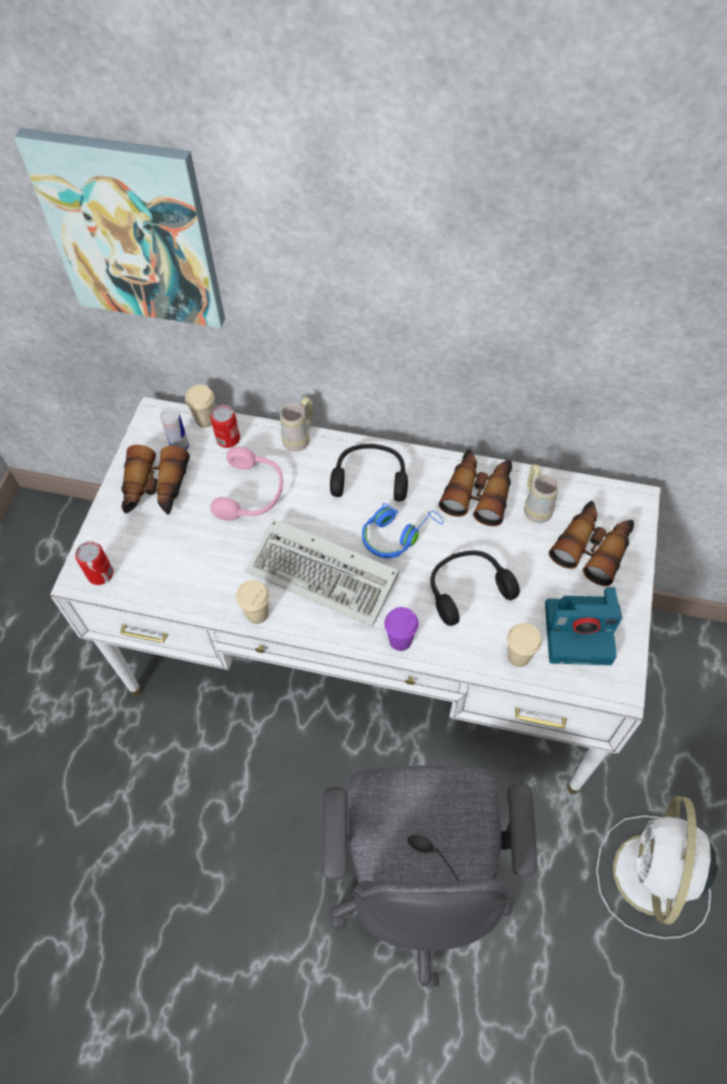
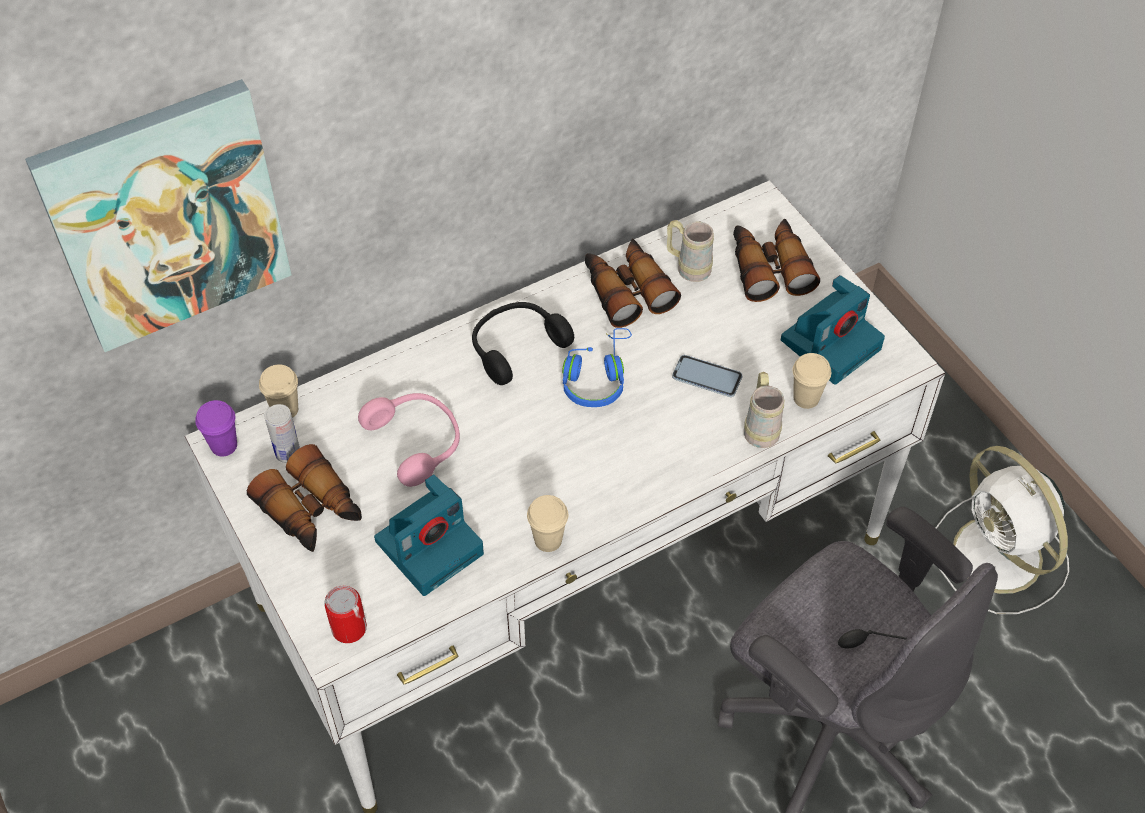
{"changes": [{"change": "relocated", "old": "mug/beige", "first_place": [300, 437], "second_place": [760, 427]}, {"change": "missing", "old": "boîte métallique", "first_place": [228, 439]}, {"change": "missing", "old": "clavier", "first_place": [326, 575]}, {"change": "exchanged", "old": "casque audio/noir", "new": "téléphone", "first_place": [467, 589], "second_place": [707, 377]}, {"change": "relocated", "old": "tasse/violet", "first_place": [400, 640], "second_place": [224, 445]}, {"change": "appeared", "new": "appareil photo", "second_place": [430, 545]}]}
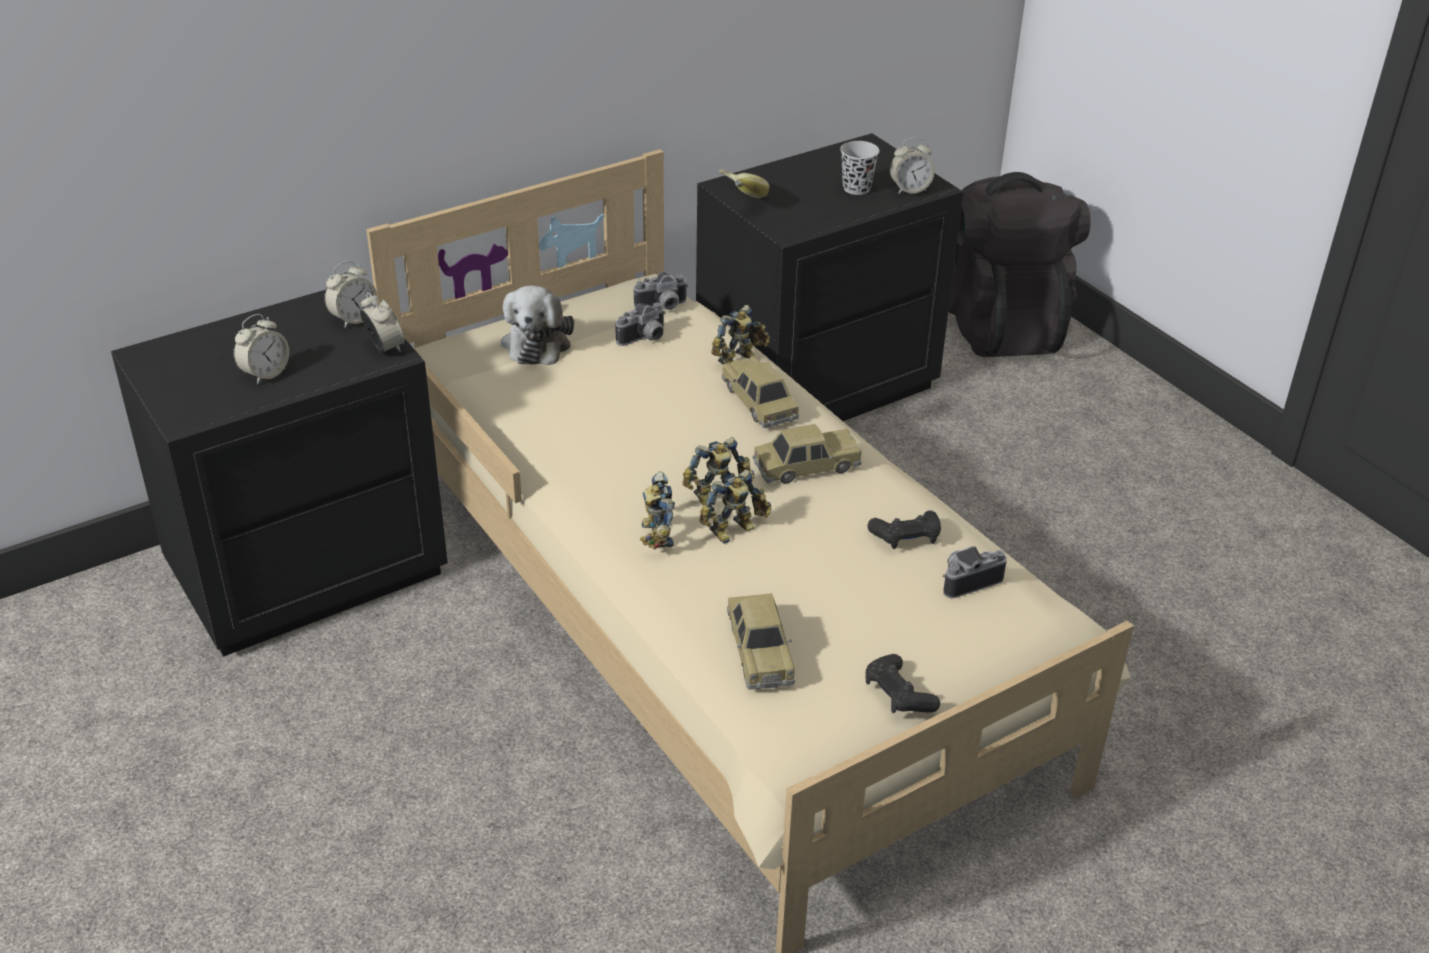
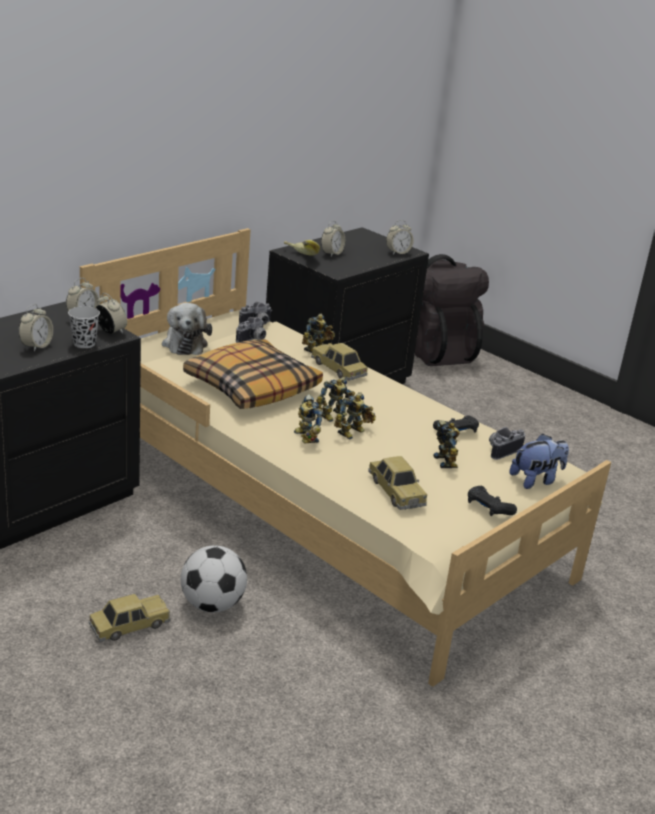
{"changes": [{"change": "relocated", "old": "tasse/noir", "first_place": [856, 188], "second_place": [84, 343]}, {"change": "relocated", "old": "petite voiture", "first_place": [806, 467], "second_place": [129, 626]}, {"change": "appeared", "new": "réveil", "second_place": [331, 254]}, {"change": "appeared", "new": "coussin", "second_place": [251, 387]}, {"change": "appeared", "new": "robot jouet", "second_place": [447, 461]}, {"change": "appeared", "new": "peluche", "second_place": [536, 480]}, {"change": "appeared", "new": "ballon de foot", "second_place": [212, 604]}]}
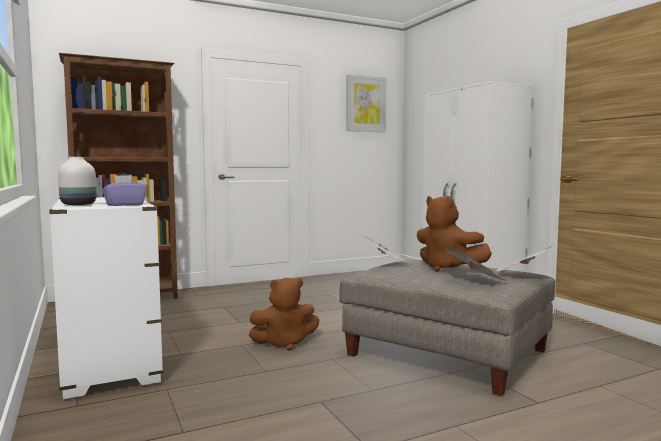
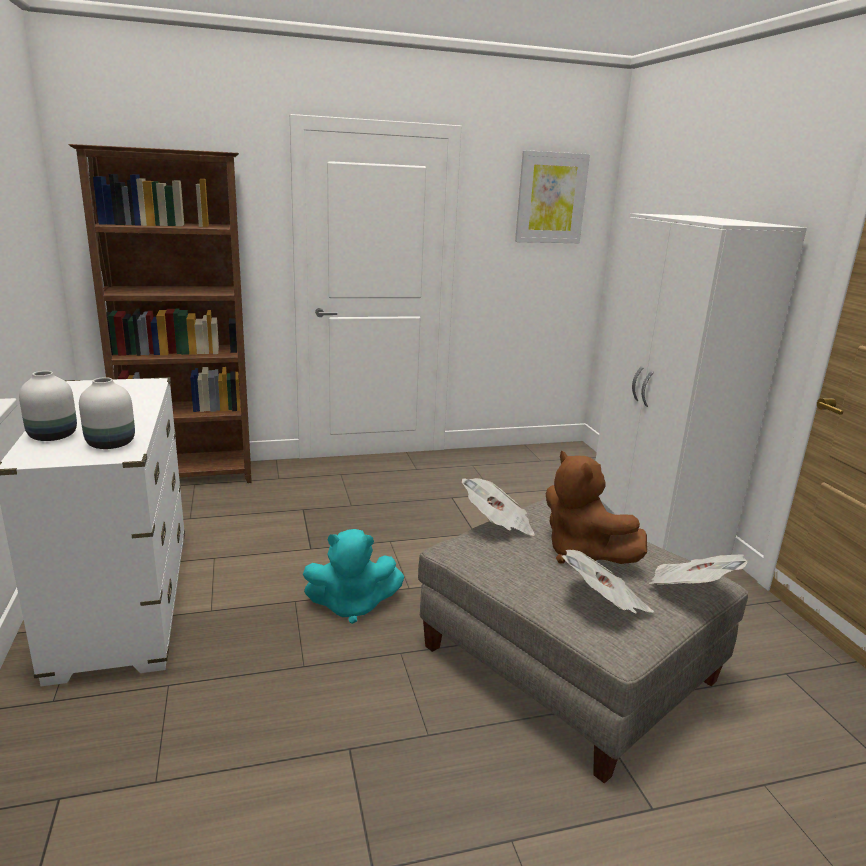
{"changes": [{"change": "exchanged", "old": "boîte à mouchoirs/violet", "new": "vase/blanc", "first_place": [125, 205], "second_place": [110, 444]}, {"change": "colour", "old": "peluche/marron", "new": "peluche/turquoise", "first_place": [284, 343], "second_place": [352, 606]}]}
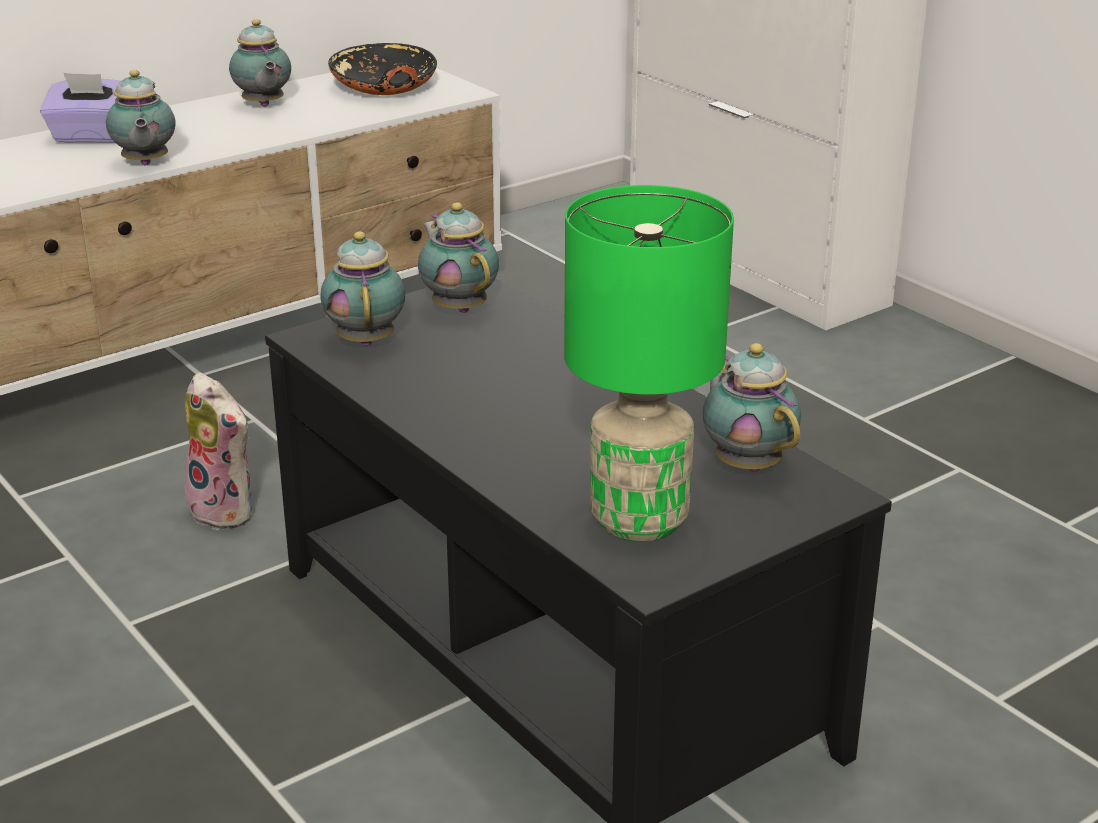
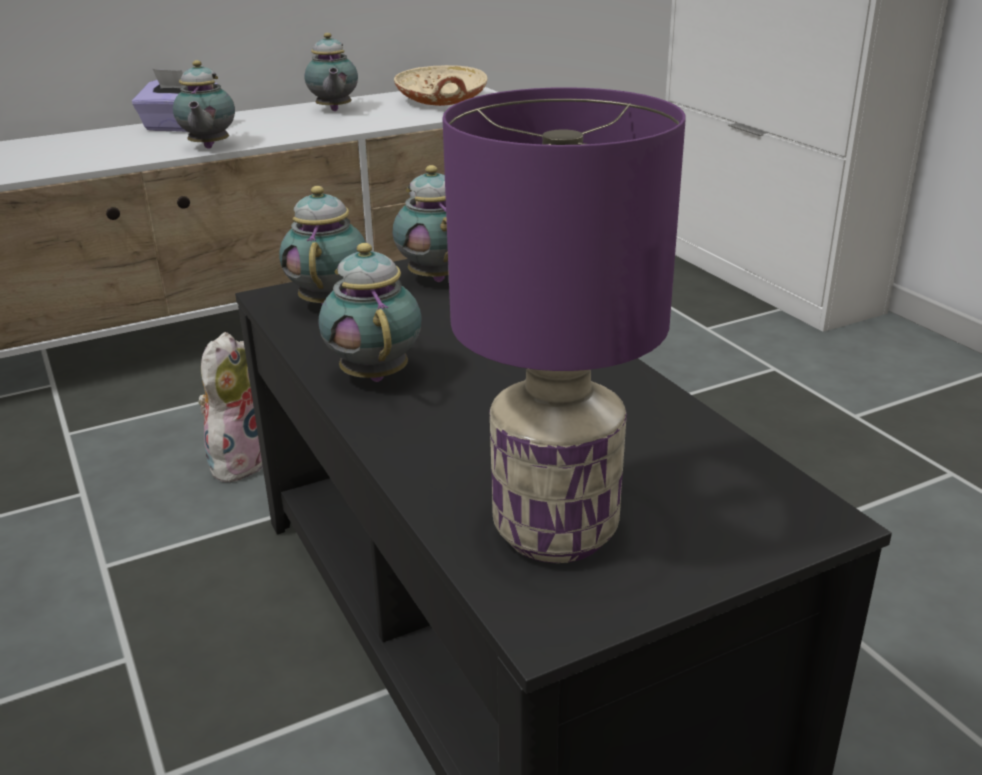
{"changes": [{"change": "colour", "old": "bol/noir", "new": "bol/beige", "first_place": [384, 88], "second_place": [441, 101]}, {"change": "colour", "old": "lampe de table/vert", "new": "lampe de table/violet", "first_place": [637, 520], "second_place": [552, 531]}, {"change": "relocated", "old": "théière", "first_place": [746, 463], "second_place": [374, 373]}, {"change": "spun", "old": "peluche", "first_place": [227, 511], "second_place": [238, 461], "degrees": -120}]}
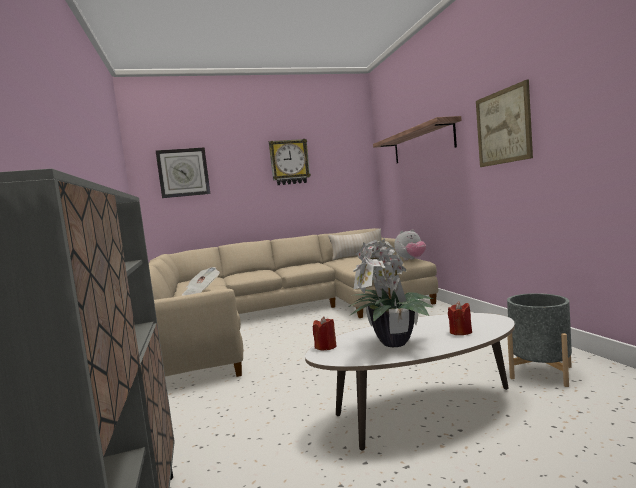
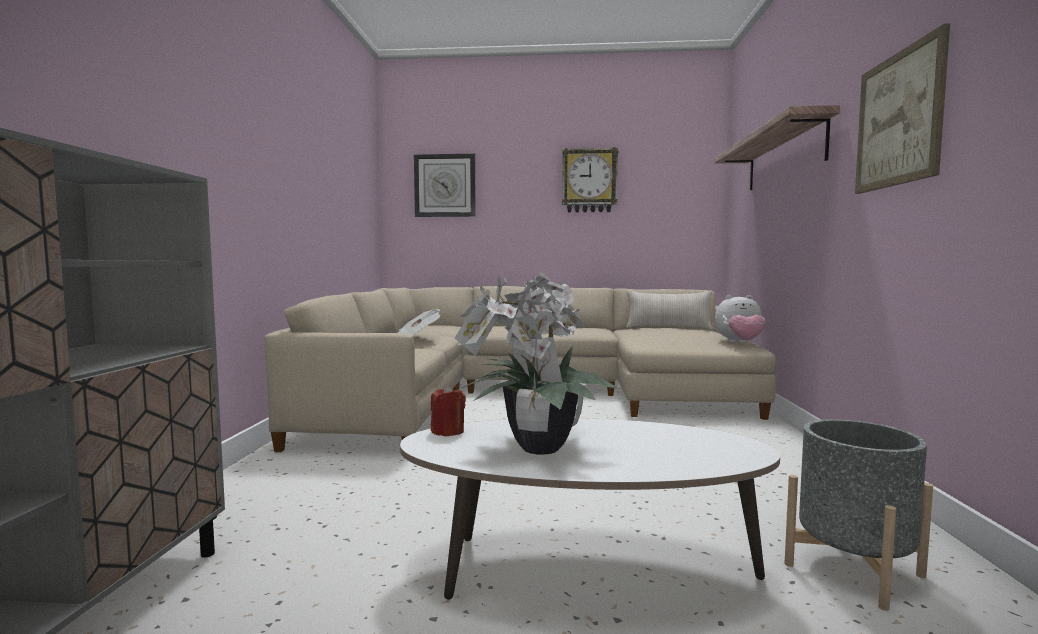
{"changes": [{"change": "missing", "old": "bougie/rouge", "first_place": [460, 332]}]}
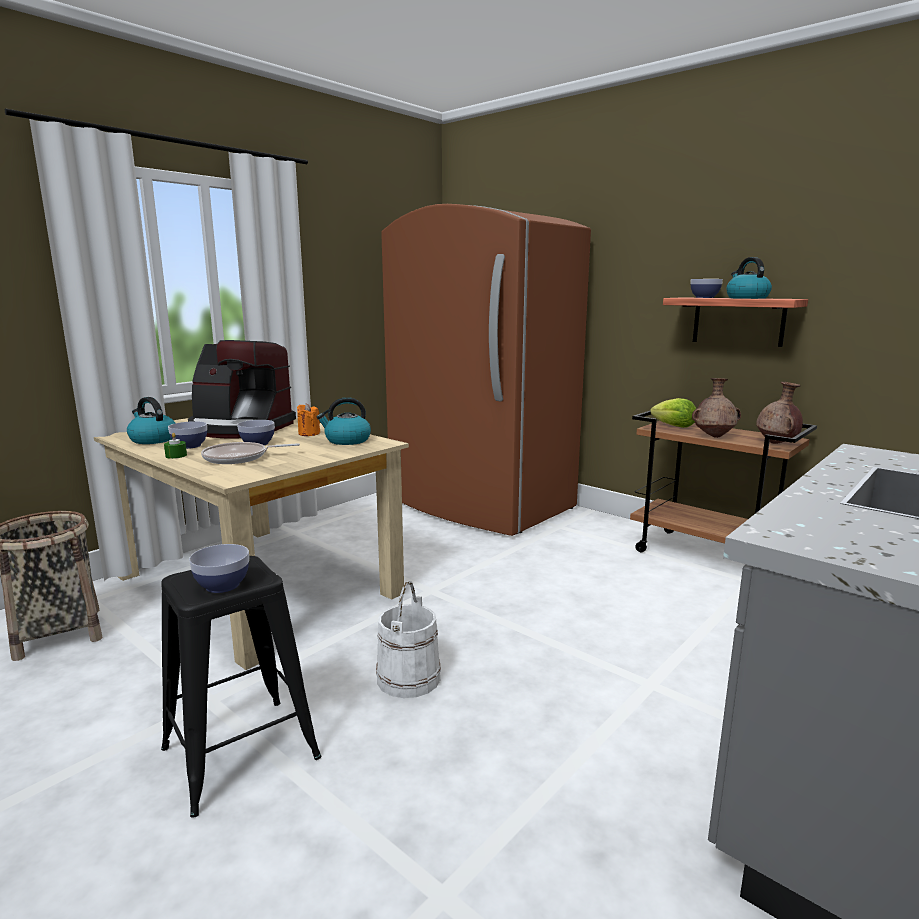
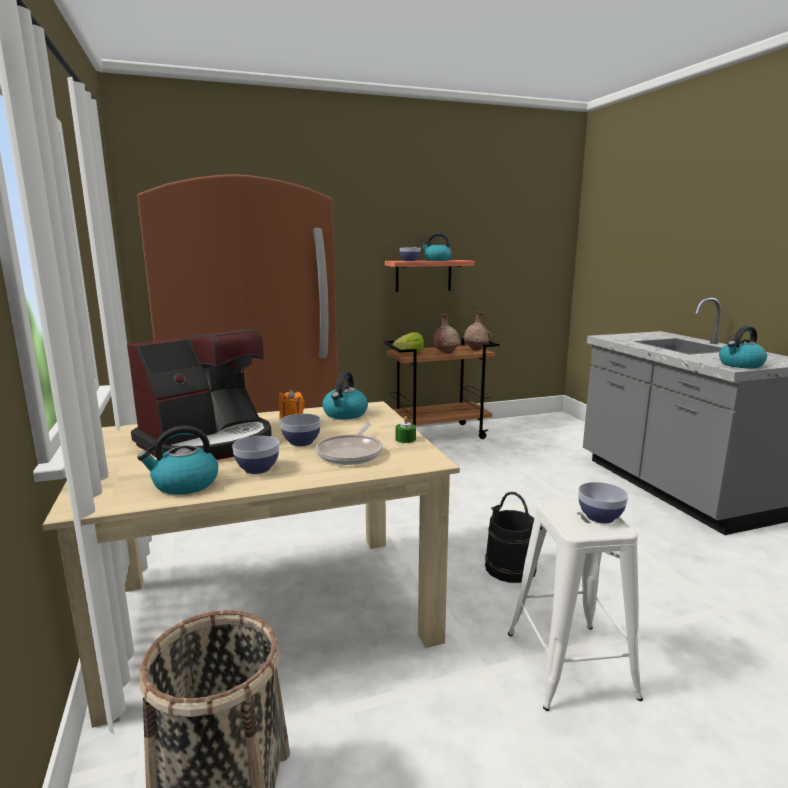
{"changes": [{"change": "relocated", "old": "bougie/vert", "first_place": [176, 456], "second_place": [405, 439]}, {"change": "colour", "old": "tabouret/noir", "new": "tabouret/blanc", "first_place": [240, 753], "second_place": [570, 664]}, {"change": "colour", "old": "seau/blanc", "new": "seau/noir", "first_place": [408, 678], "second_place": [510, 568]}, {"change": "appeared", "new": "bouilloire", "second_place": [740, 365]}]}
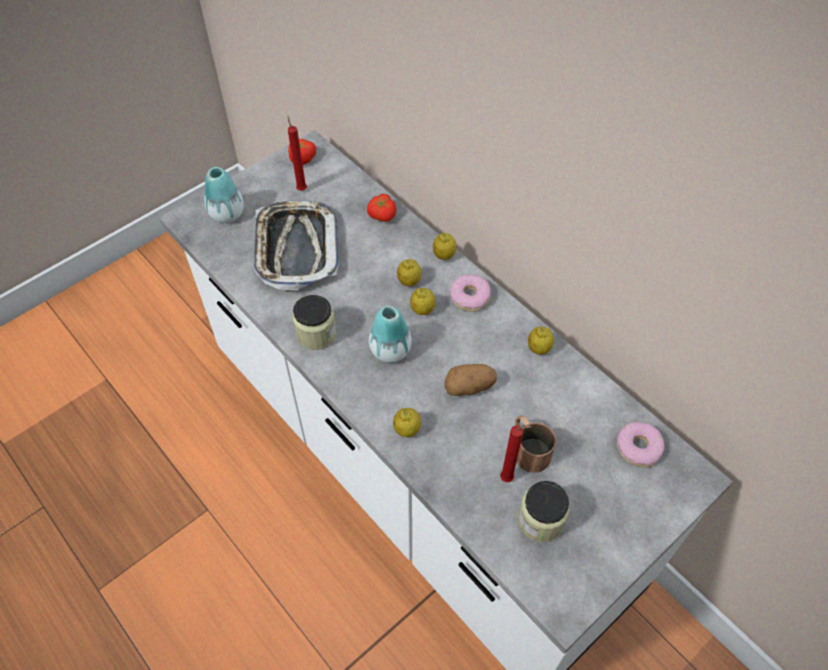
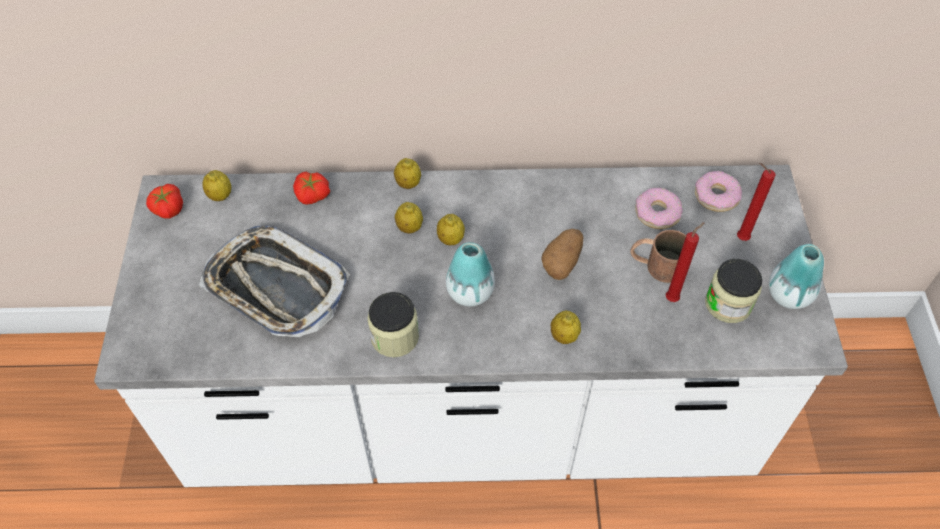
{"changes": [{"change": "relocated", "old": "bougie/rouge", "first_place": [301, 188], "second_place": [740, 238]}, {"change": "relocated", "old": "vase", "first_place": [227, 214], "second_place": [788, 294]}, {"change": "relocated", "old": "beignet", "first_place": [470, 297], "second_place": [657, 213]}, {"change": "relocated", "old": "citron", "first_place": [539, 348], "second_place": [220, 196]}]}
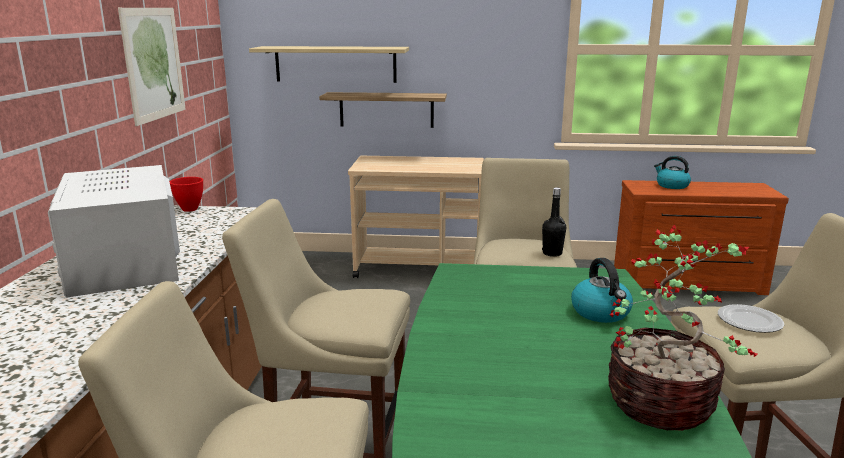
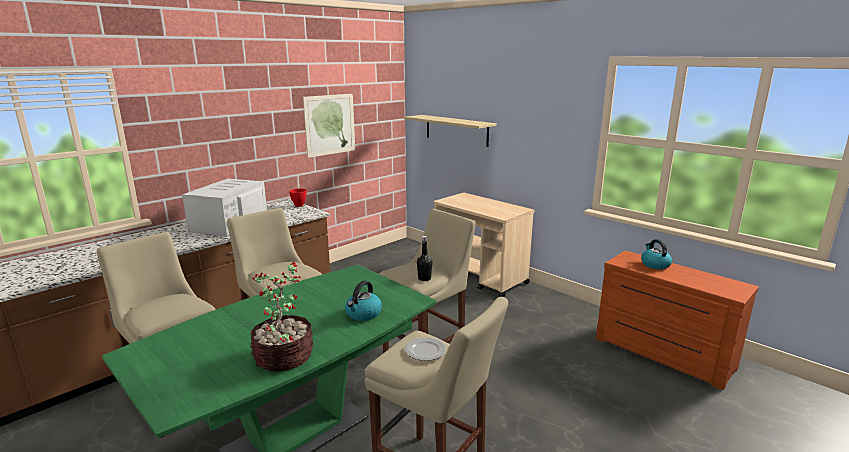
{"changes": [{"change": "missing", "old": "étagère", "first_place": [386, 109]}]}
